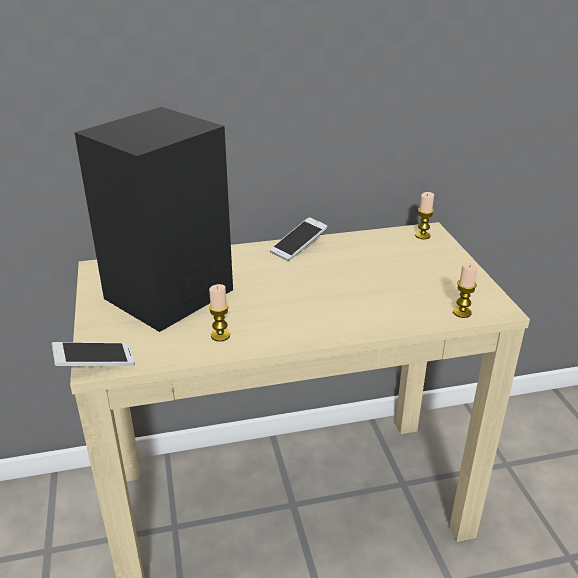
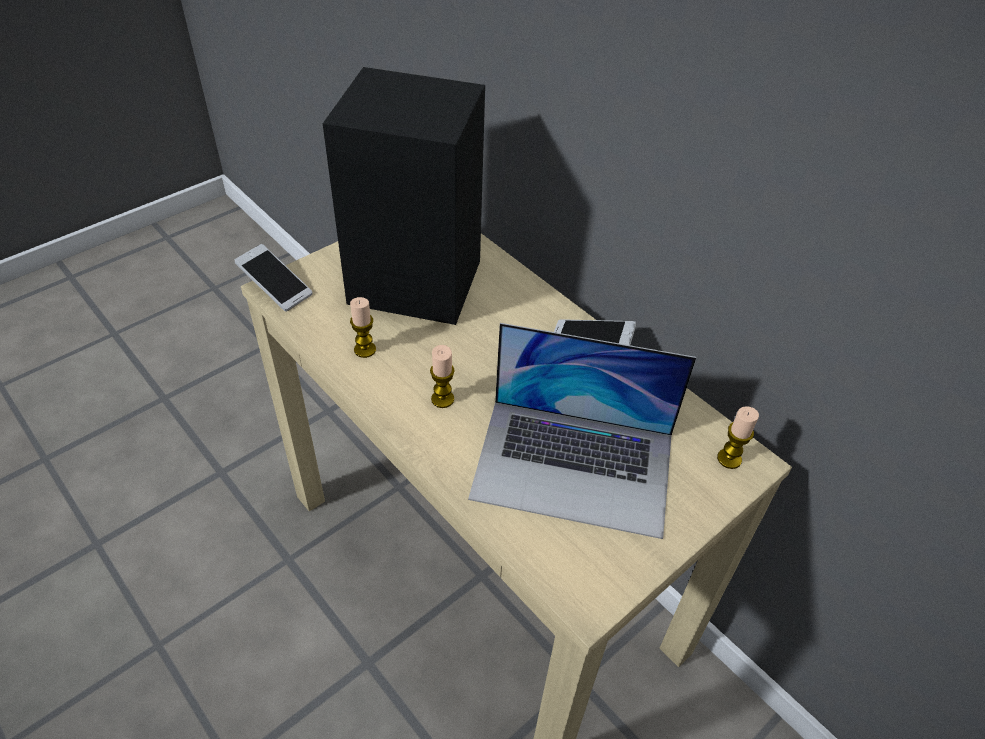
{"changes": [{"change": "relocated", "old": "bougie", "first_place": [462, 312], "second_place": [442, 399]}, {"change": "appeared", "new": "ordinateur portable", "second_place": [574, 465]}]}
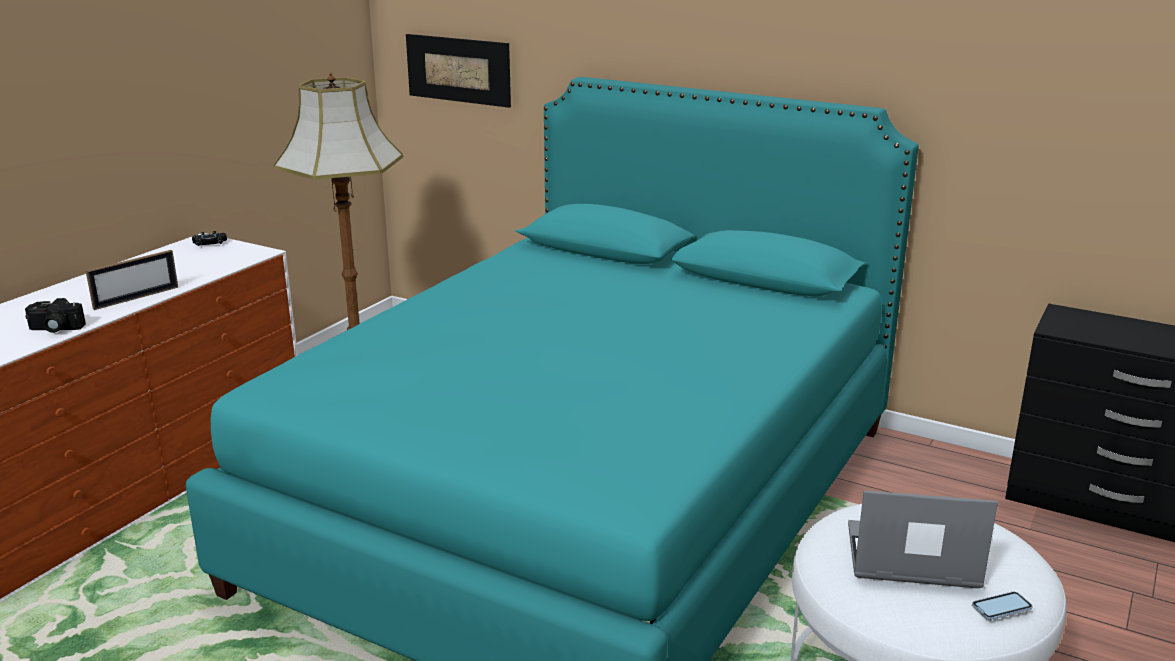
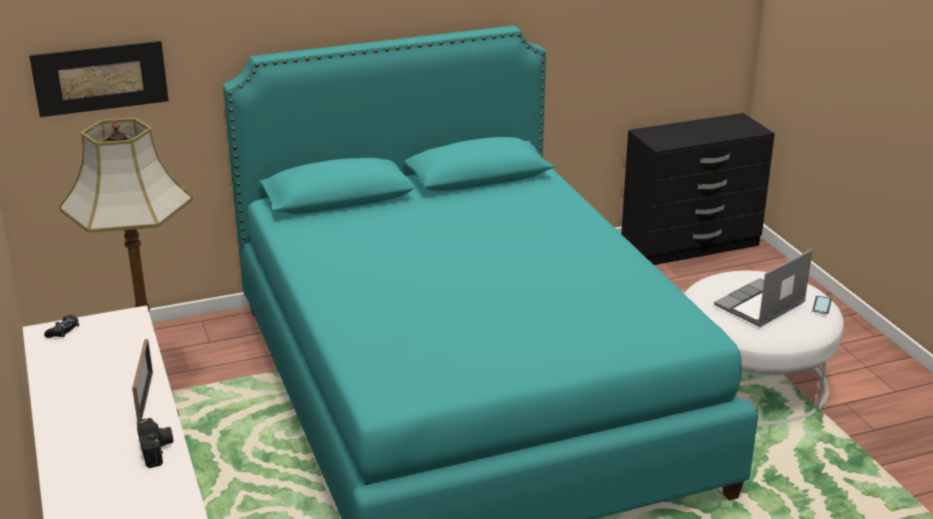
{"changes": [{"change": "spun", "old": "appareil photo", "first_place": [54, 329], "second_place": [157, 450], "degrees": -60}]}
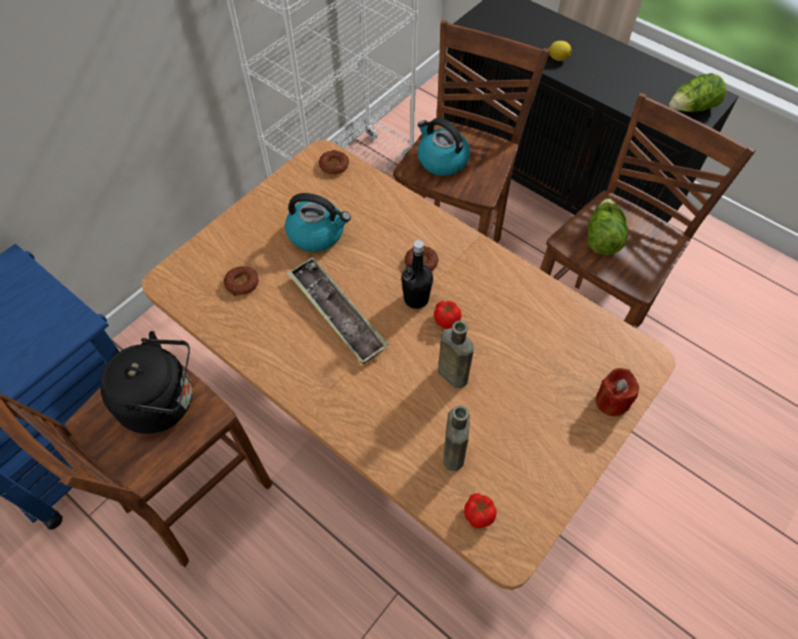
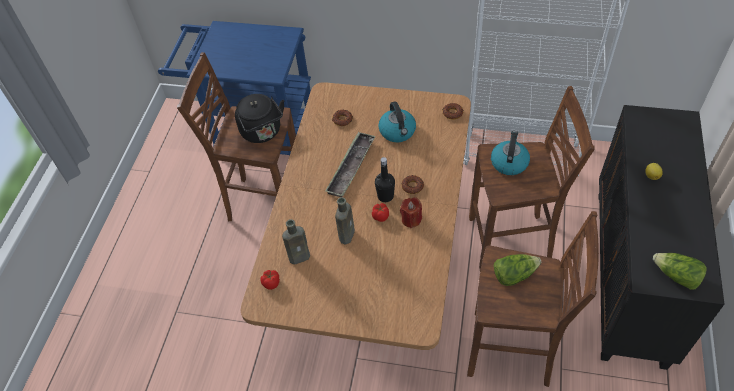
{"changes": [{"change": "relocated", "old": "bougie/rouge", "first_place": [611, 401], "second_place": [411, 219]}]}
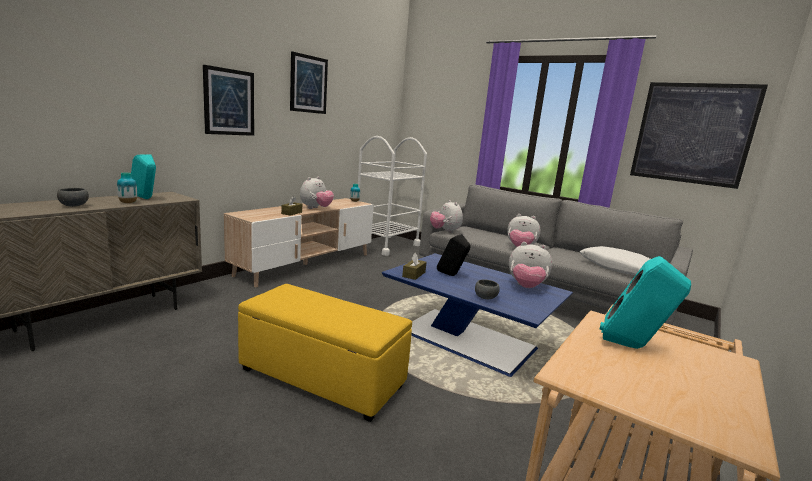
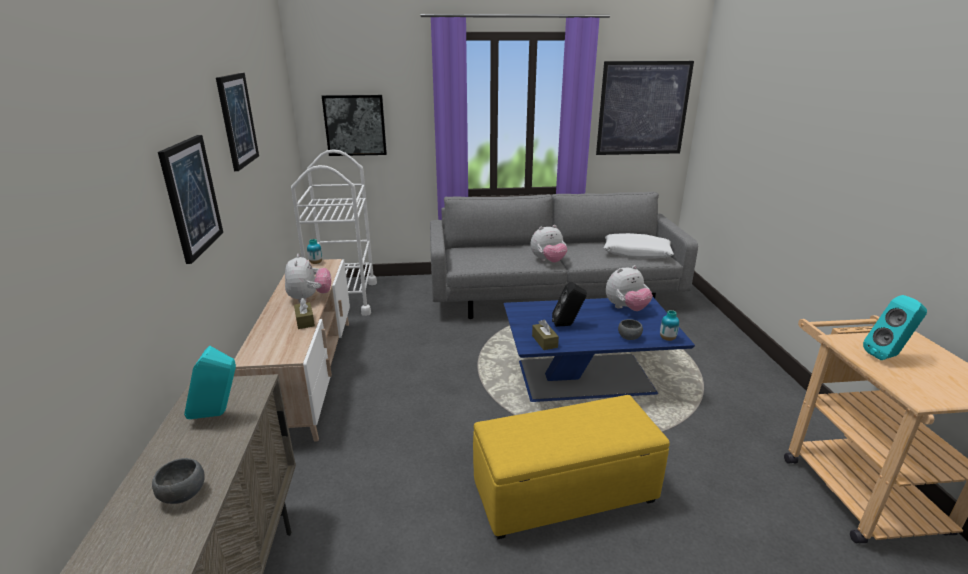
{"changes": [{"change": "relocated", "old": "vase", "first_place": [128, 203], "second_place": [667, 339]}, {"change": "missing", "old": "peluche", "first_place": [445, 231]}, {"change": "appeared", "new": "tableau", "second_place": [355, 125]}]}
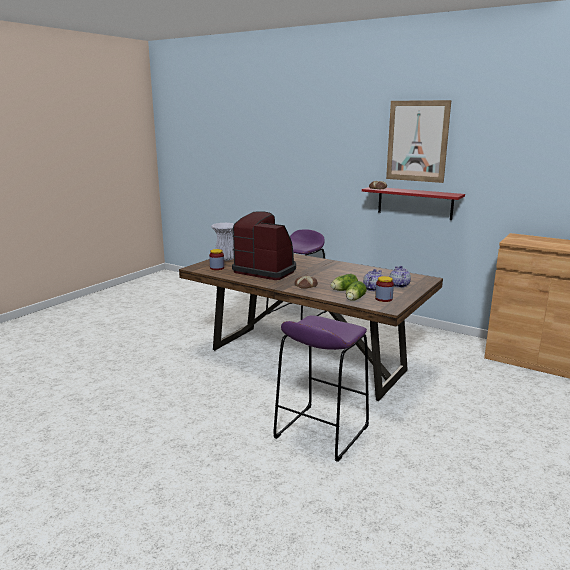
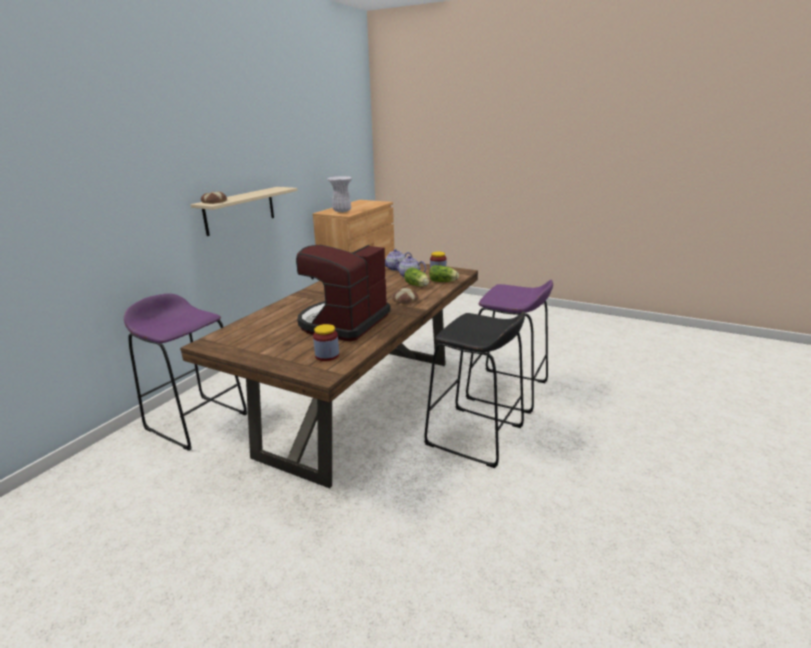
{"changes": [{"change": "missing", "old": "tableau", "first_place": [417, 141]}, {"change": "colour", "old": "étagère/rouge", "new": "étagère/beige", "first_place": [415, 203], "second_place": [240, 210]}, {"change": "relocated", "old": "vase/blanc", "first_place": [225, 259], "second_place": [341, 211]}, {"change": "appeared", "new": "tabouret/noir", "second_place": [474, 436]}]}
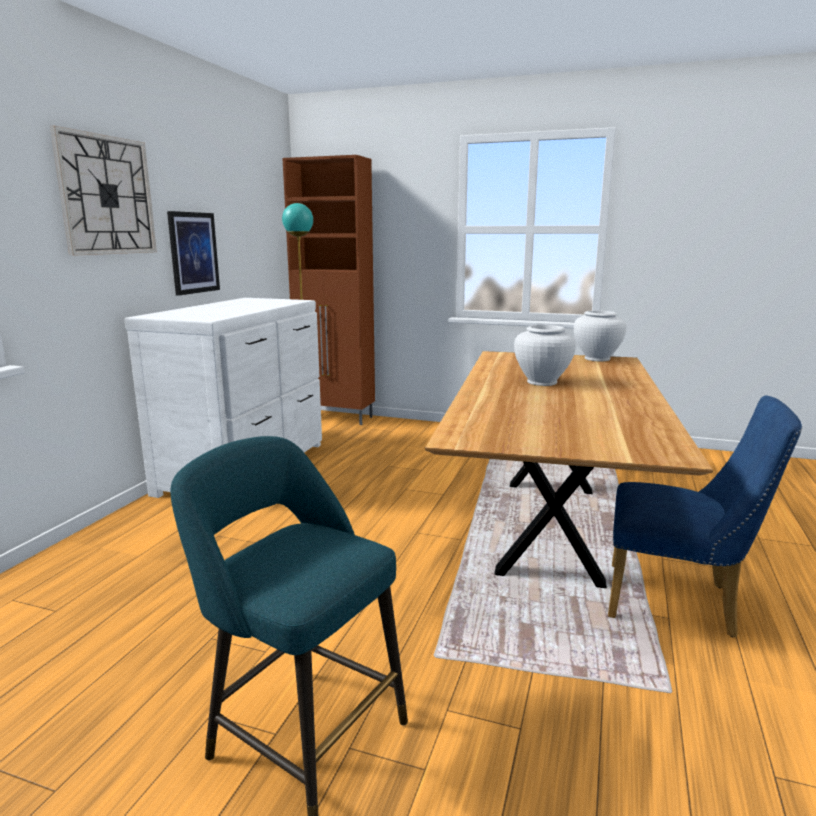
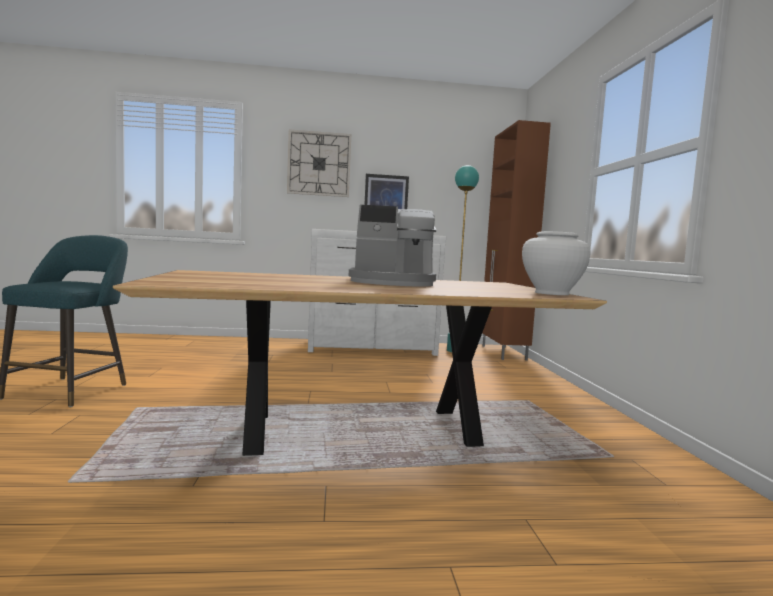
{"changes": [{"change": "exchanged", "old": "vase/blanc", "new": "machine à café", "first_place": [542, 382], "second_place": [393, 282]}, {"change": "missing", "old": "chaise/bleu", "first_place": [680, 603]}]}
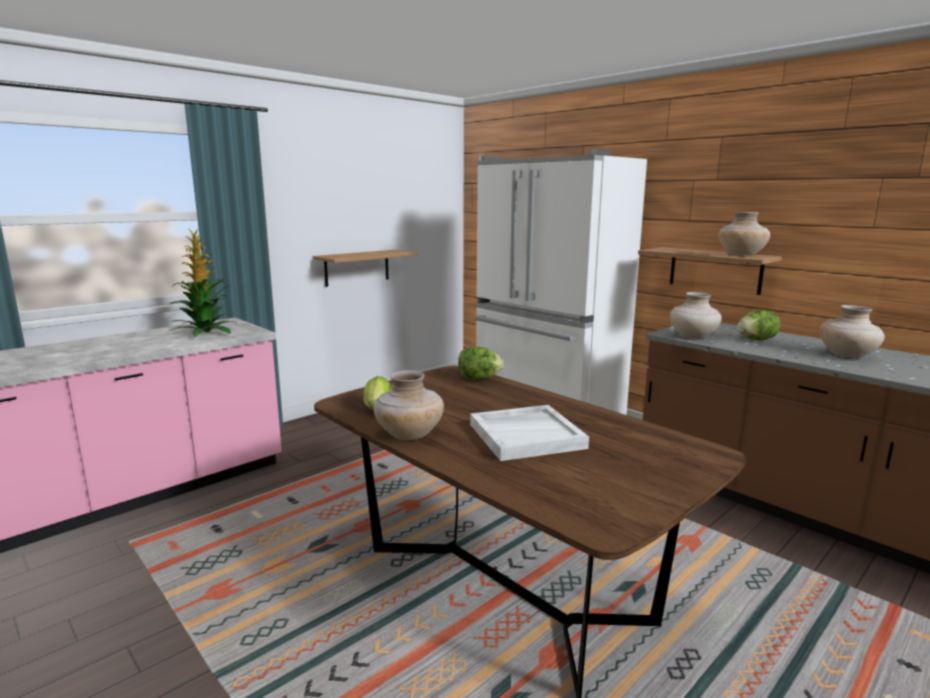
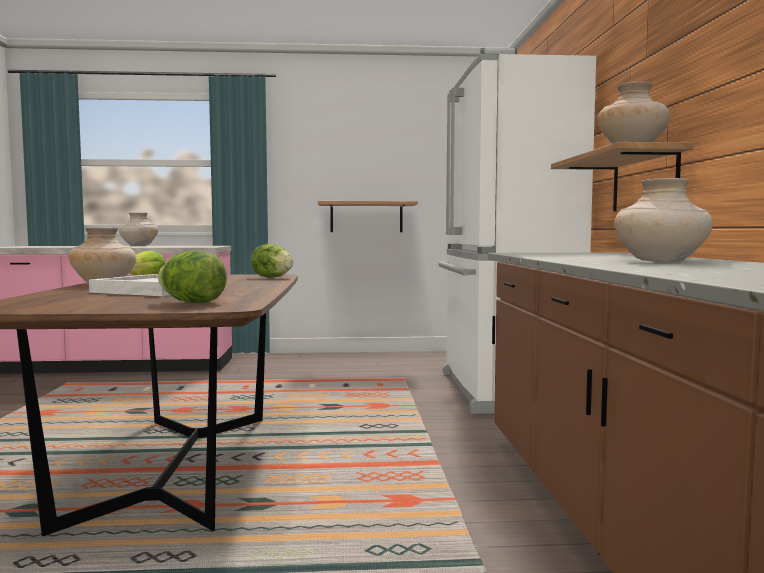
{"changes": [{"change": "missing", "old": "plante en pot", "first_place": [205, 332]}, {"change": "relocated", "old": "vase/beige", "first_place": [693, 337], "second_place": [139, 245]}, {"change": "relocated", "old": "laitue", "first_place": [756, 340], "second_place": [193, 303]}]}
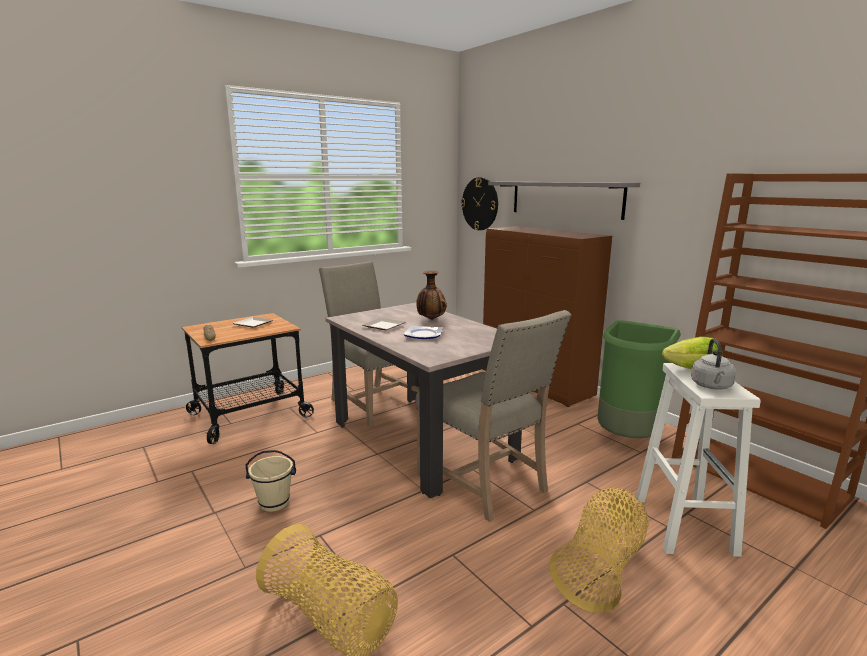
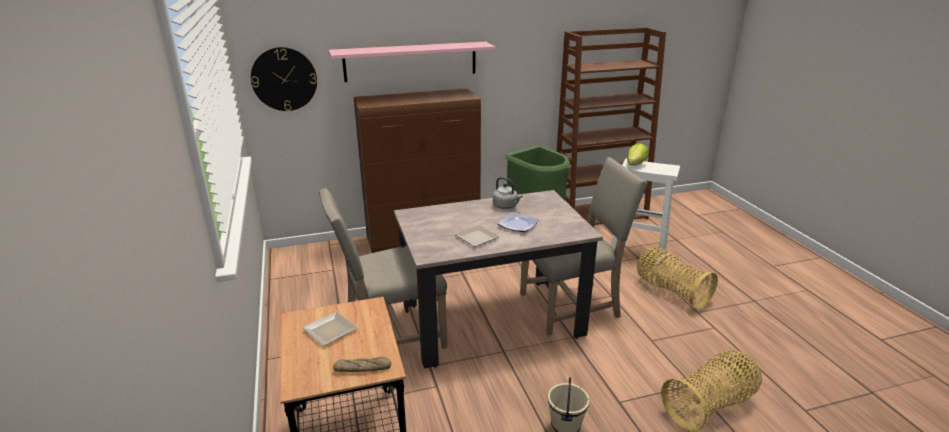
{"changes": [{"change": "colour", "old": "étagère/gris", "new": "étagère/rose", "first_place": [565, 198], "second_place": [410, 61]}, {"change": "missing", "old": "vase", "first_place": [431, 319]}, {"change": "relocated", "old": "bouilloire/gris", "first_place": [711, 386], "second_place": [506, 206]}]}
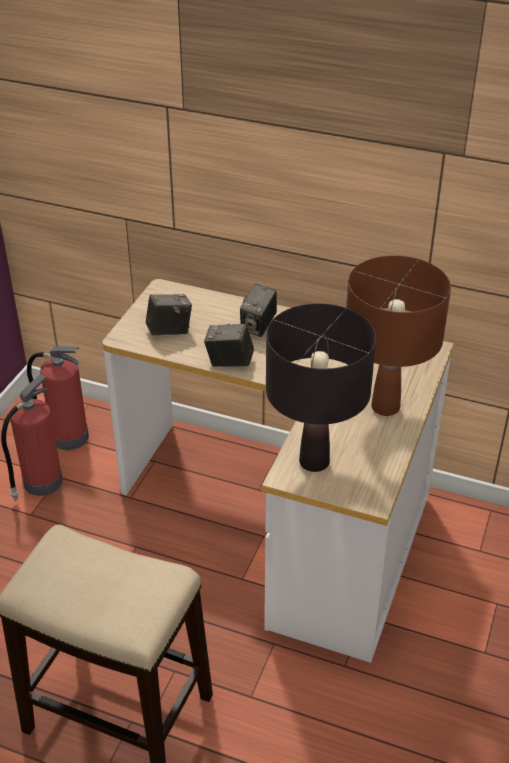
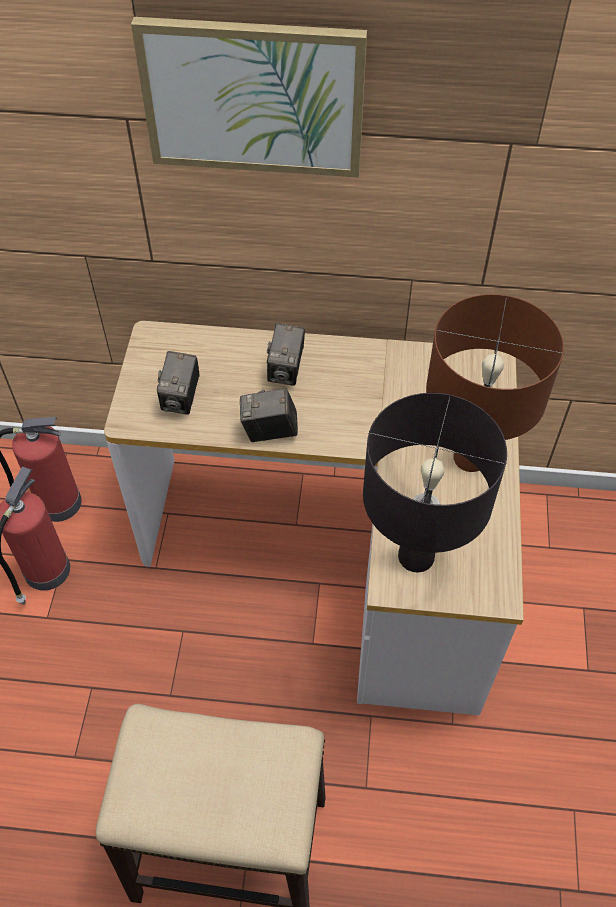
{"changes": [{"change": "spun", "old": "appareil photo", "first_place": [169, 331], "second_place": [181, 399], "degrees": 135}, {"change": "appeared", "new": "tableau", "second_place": [253, 97]}]}
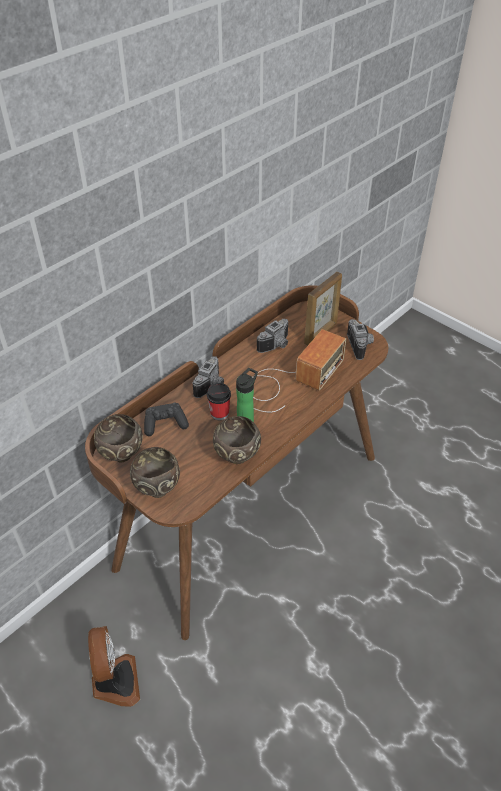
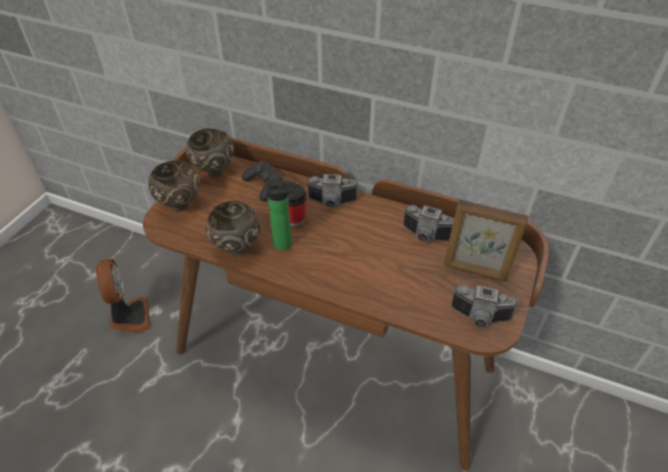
{"changes": [{"change": "spun", "old": "appareil photo", "first_place": [361, 346], "second_place": [479, 318], "degrees": 45}, {"change": "missing", "old": "radio", "first_place": [288, 381]}, {"change": "spun", "old": "ventilateur", "first_place": [115, 682], "second_place": [129, 317], "degrees": -75}]}
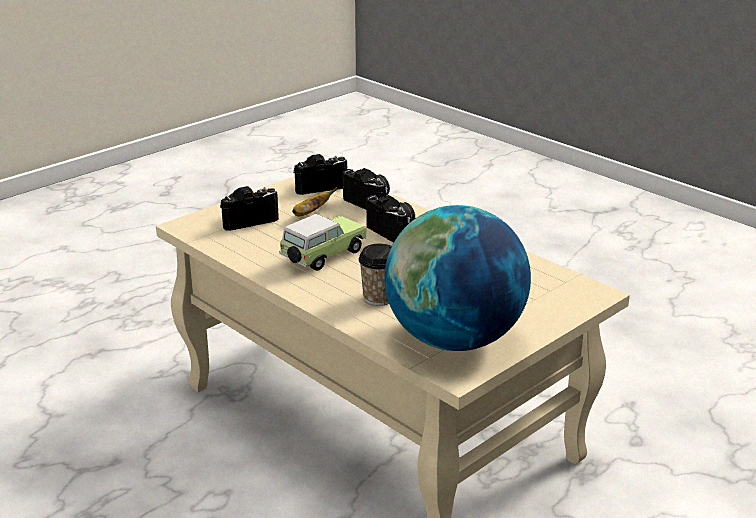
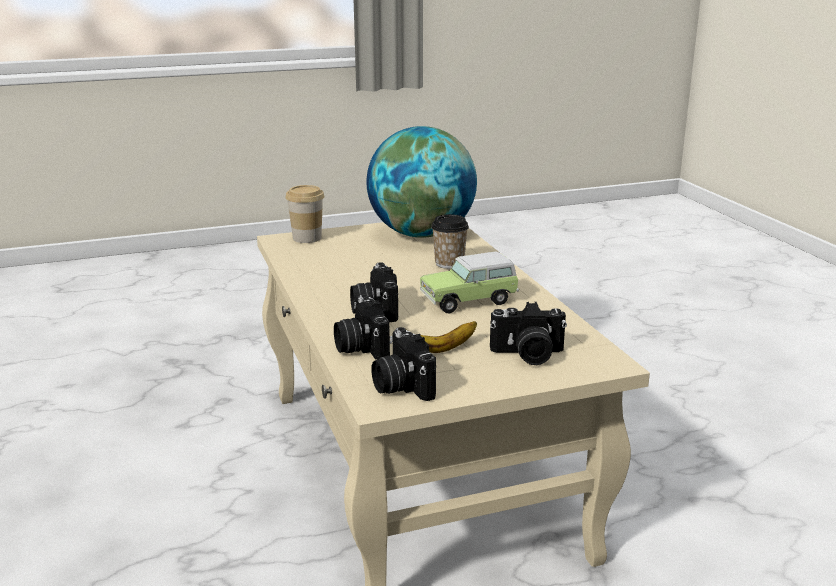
{"changes": [{"change": "spun", "old": "appareil photo", "first_place": [319, 186], "second_place": [401, 386], "degrees": 60}, {"change": "appeared", "new": "tasse", "second_place": [307, 238]}]}
